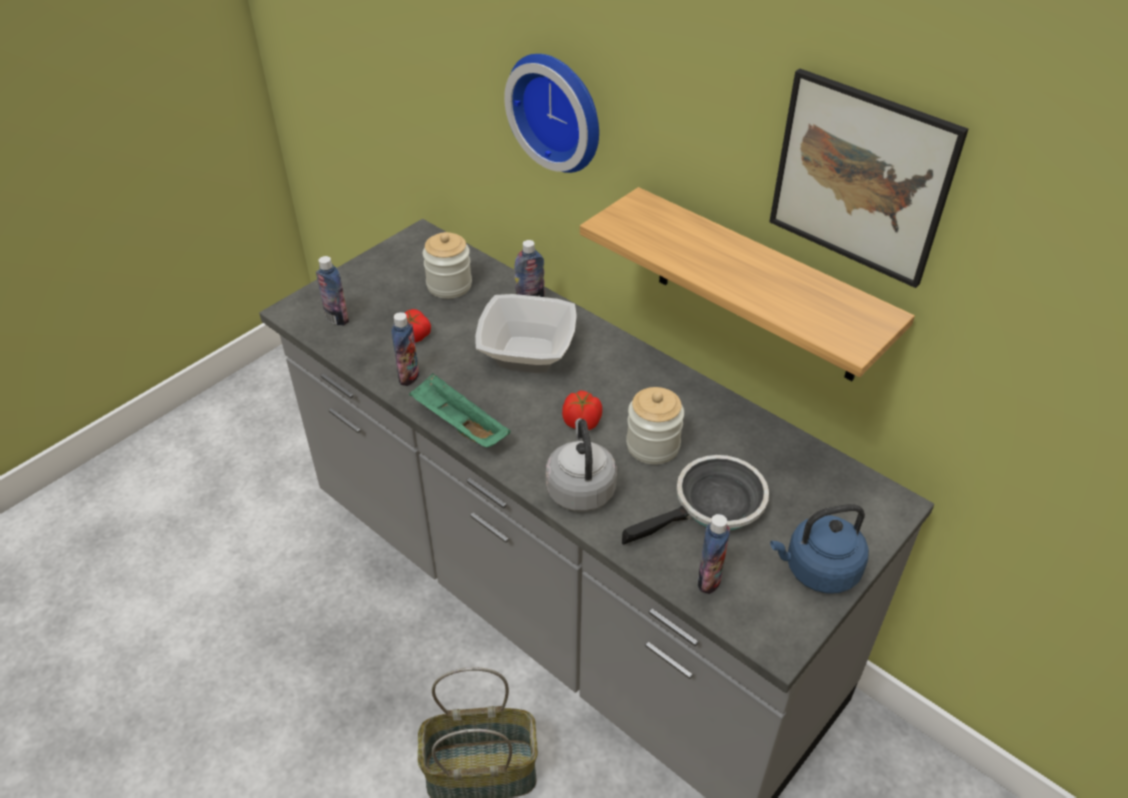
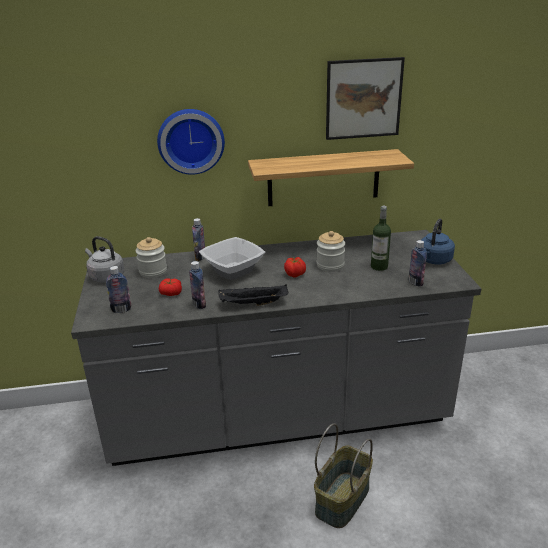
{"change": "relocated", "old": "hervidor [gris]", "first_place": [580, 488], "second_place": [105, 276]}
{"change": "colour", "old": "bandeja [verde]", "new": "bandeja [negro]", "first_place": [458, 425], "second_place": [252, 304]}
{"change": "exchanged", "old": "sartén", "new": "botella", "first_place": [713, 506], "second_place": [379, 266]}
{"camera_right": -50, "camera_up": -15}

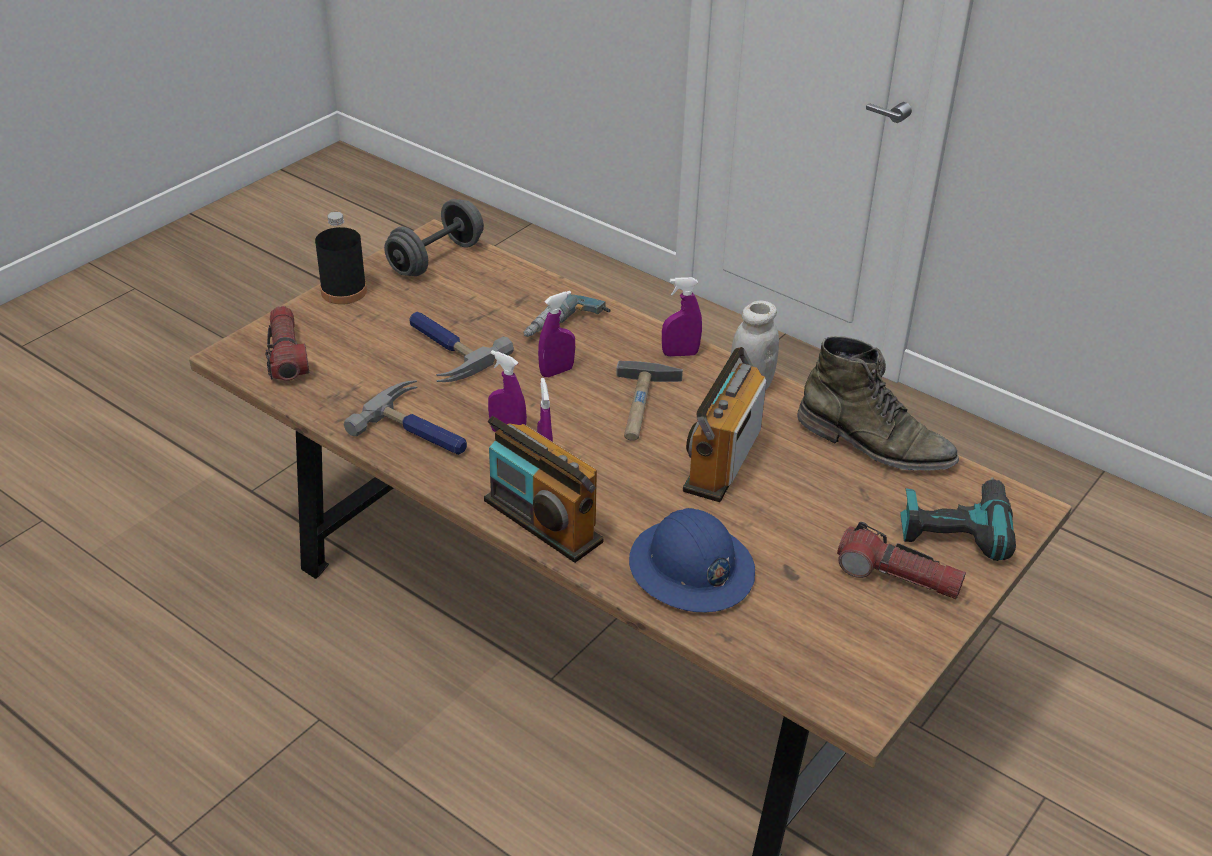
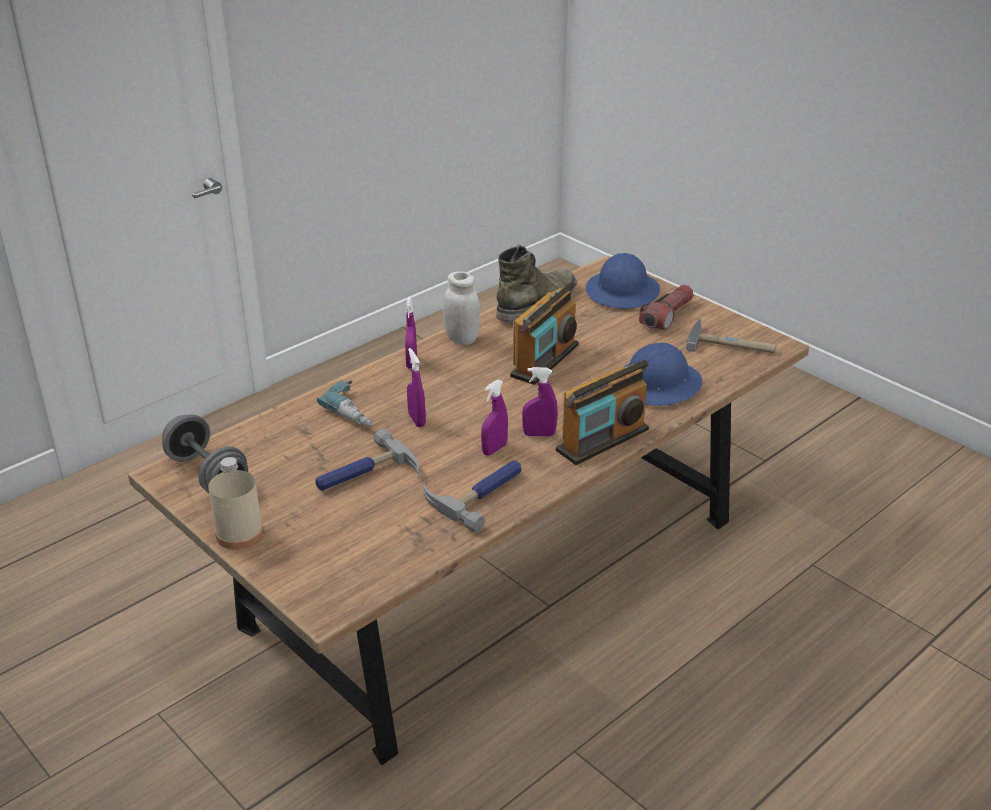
{"change": "colour", "old": "botella [negro]", "new": "botella [beis]", "first_place": [344, 291], "second_place": [239, 534]}
{"change": "spun", "old": "radio", "first_place": [721, 460], "second_place": [545, 361], "degrees": -90}
{"change": "exchanged", "old": "taladro", "new": "casco [azul]", "first_place": [954, 526], "second_place": [622, 291]}
{"change": "relocated", "old": "martillo", "first_place": [642, 406], "second_place": [731, 345]}
{"change": "missing", "old": "linterna", "first_place": [286, 355]}
{"camera_right": -80, "camera_up": -5}

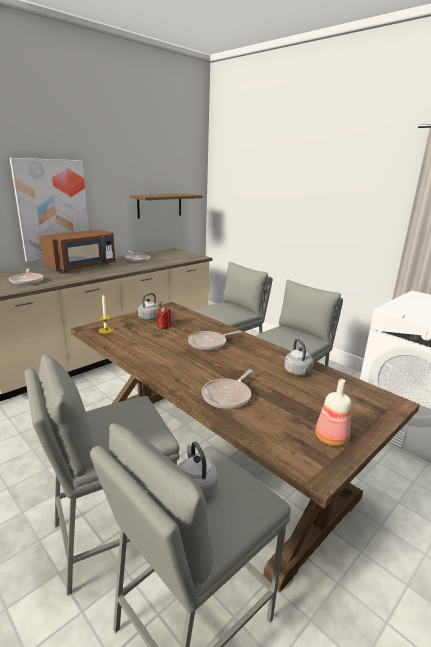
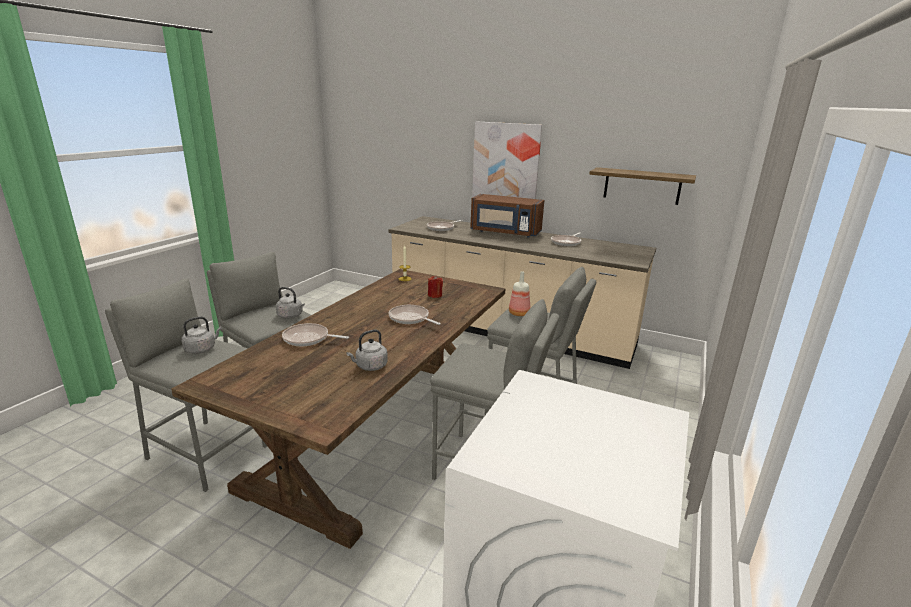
{"change": "relocated", "old": "hervidor [gris]", "first_place": [150, 317], "second_place": [291, 316]}
{"change": "relocated", "old": "botella", "first_place": [330, 438], "second_place": [518, 313]}
{"camera_right": 70, "camera_up": 0}

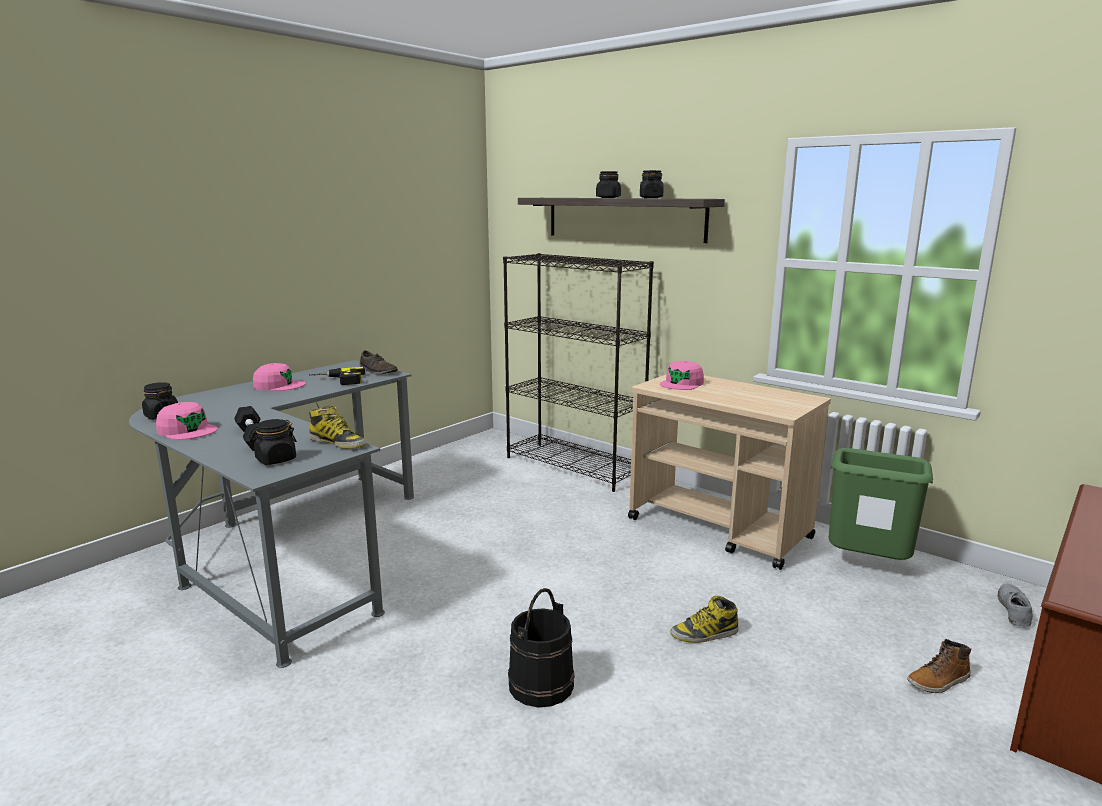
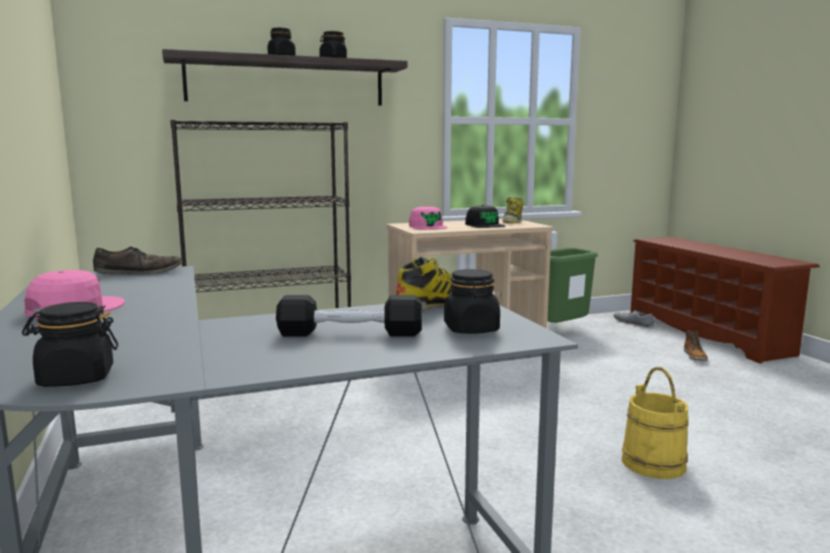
{"change": "appeared", "new": "gorra [negro]", "second_place": [485, 225]}
{"change": "relocated", "old": "bota", "first_place": [704, 634], "second_place": [512, 221]}
{"change": "colour", "old": "cubo [negro]", "new": "cubo [amarillo]", "first_place": [541, 685], "second_place": [654, 463]}
{"change": "missing", "old": "gorra [rosa]", "first_place": [187, 430]}
{"change": "missing", "old": "taladro", "first_place": [338, 381]}
{"camera_right": -60, "camera_up": -5}

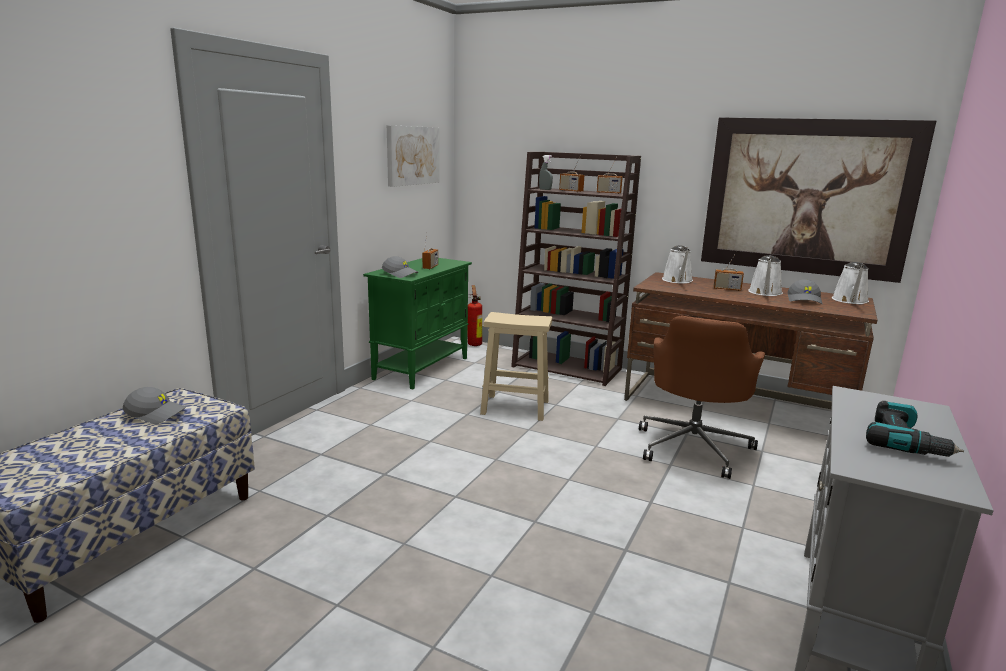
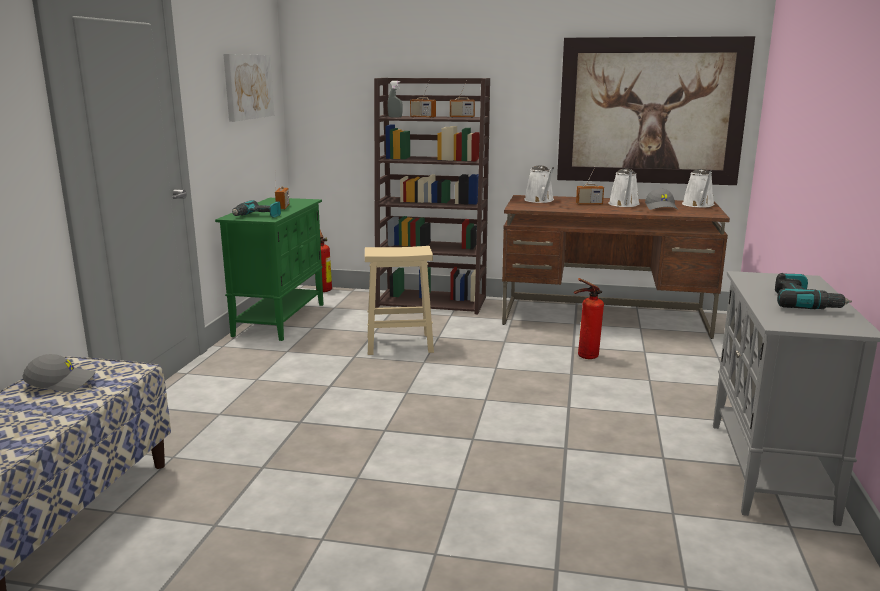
{"change": "exchanged", "old": "gorra [gris]", "new": "taladro", "first_place": [400, 274], "second_place": [257, 216]}
{"change": "exchanged", "old": "silla de oficina [marrón]", "new": "extintor", "first_place": [693, 447], "second_place": [584, 356]}
{"camera_right": -15, "camera_up": 0}

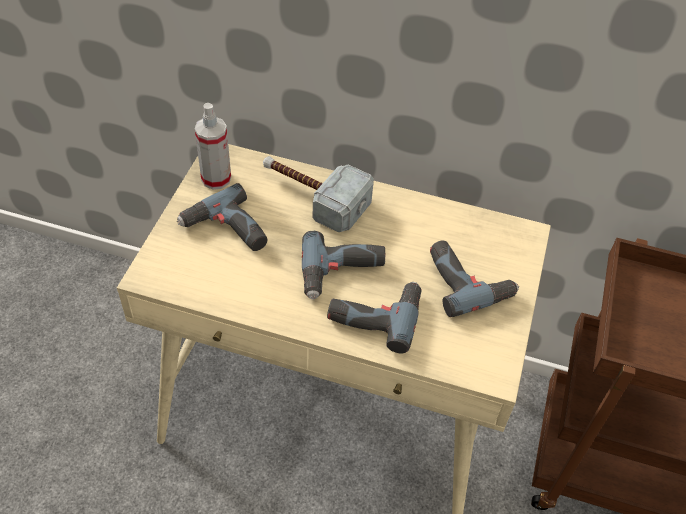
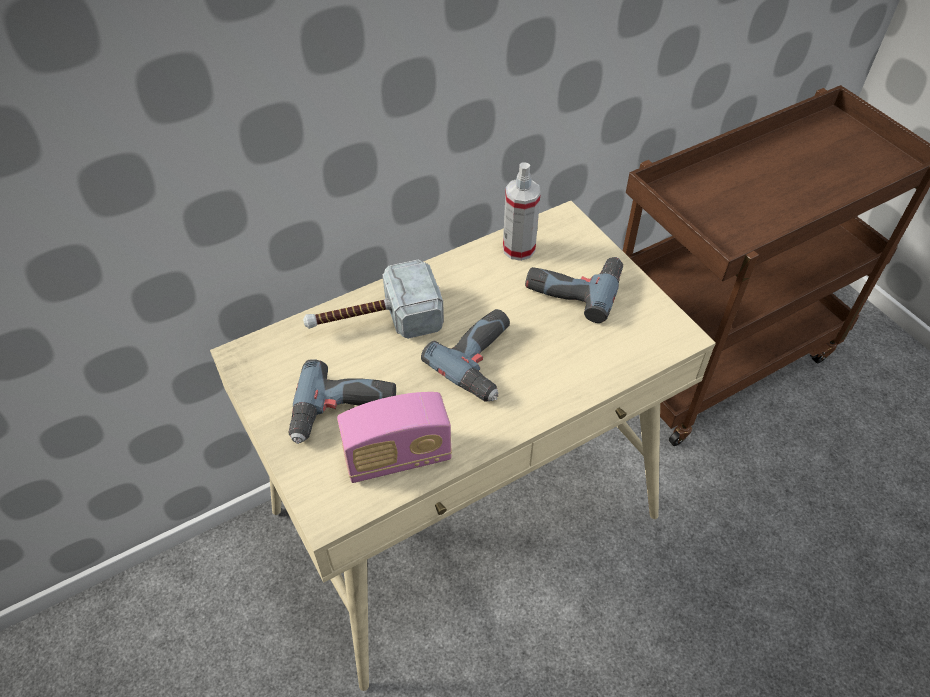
{"change": "appeared", "new": "radio", "second_place": [398, 457]}
{"change": "relocated", "old": "pulverizador", "first_place": [216, 179], "second_place": [518, 249]}
{"change": "missing", "old": "taladro", "first_place": [374, 313]}
{"camera_right": -45, "camera_up": 0}

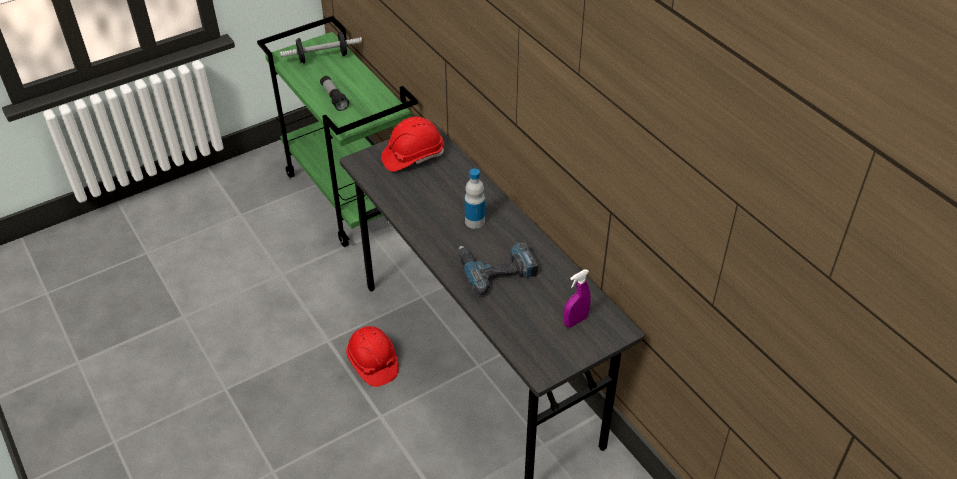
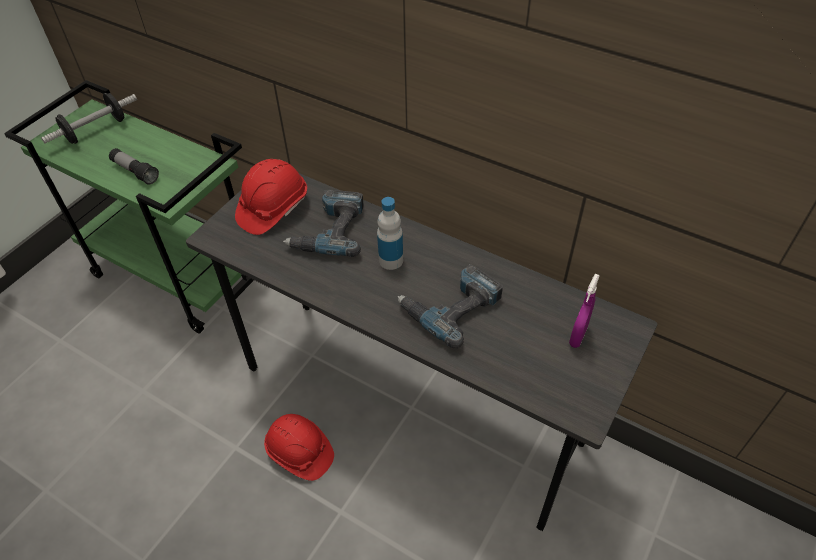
{"change": "appeared", "new": "taladro", "second_place": [329, 230]}
{"camera_right": -25, "camera_up": 5}

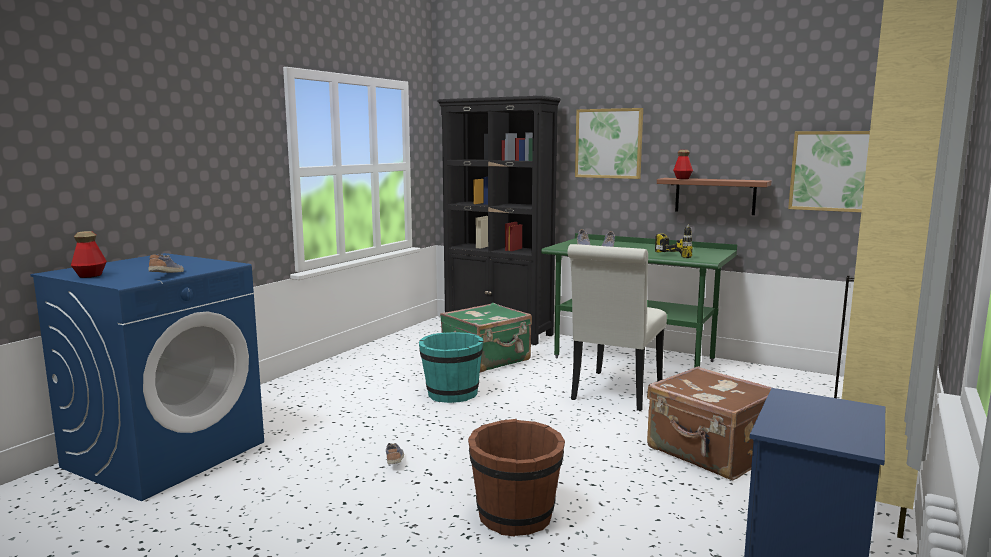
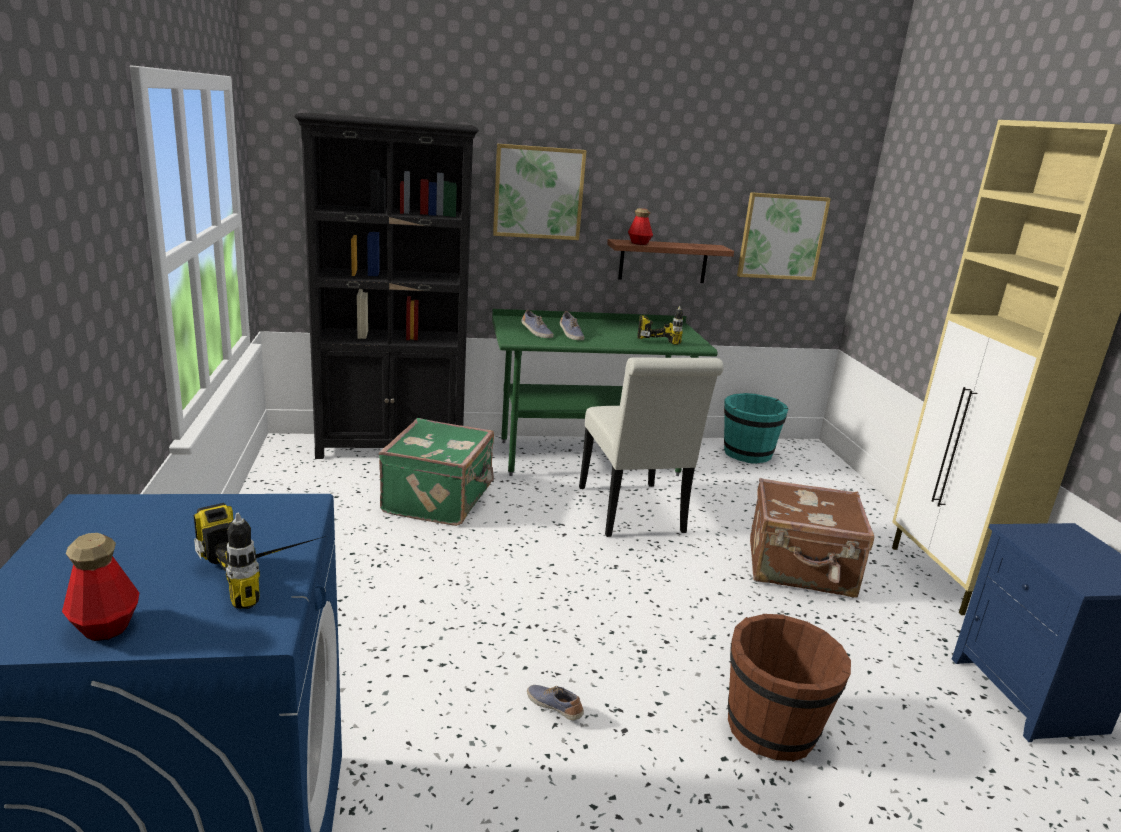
{"change": "exchanged", "old": "zapato", "new": "taladro", "first_place": [168, 275], "second_place": [271, 572]}
{"change": "relocated", "old": "cubo [turquesa]", "first_place": [451, 394], "second_place": [747, 454]}
{"camera_right": -40, "camera_up": 10}

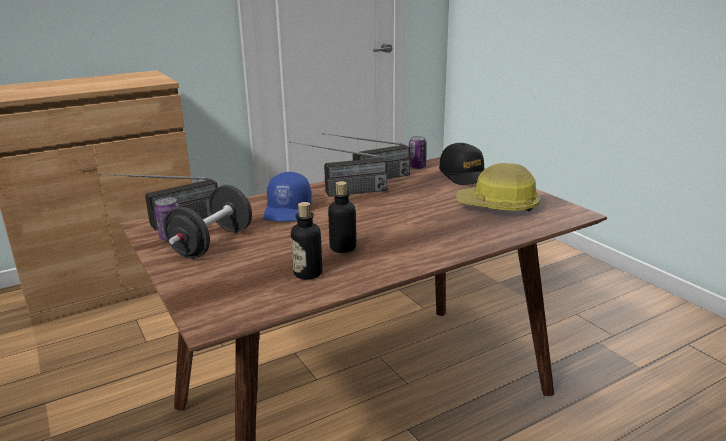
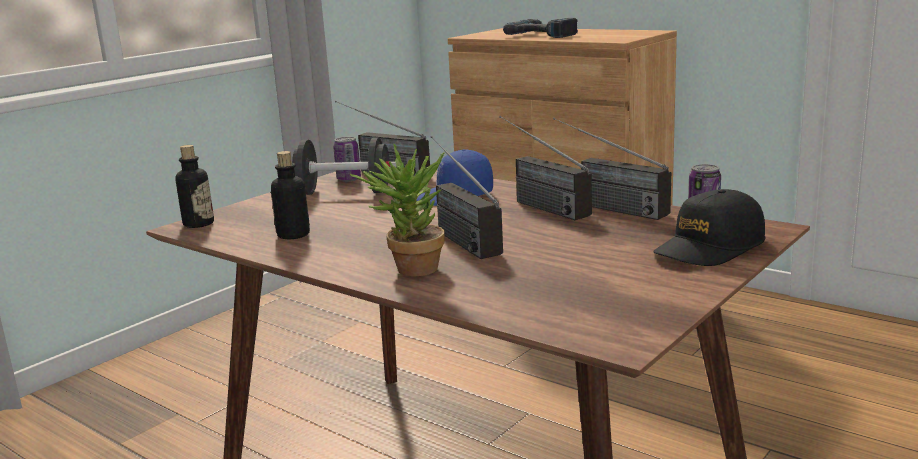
{"change": "relocated", "old": "botella", "first_place": [343, 248], "second_place": [198, 224]}
{"change": "appeared", "new": "planta en maceta", "second_place": [408, 269]}
{"change": "appeared", "new": "radio", "second_place": [455, 236]}
{"change": "appeared", "new": "taladro", "second_place": [544, 35]}
{"change": "missing", "old": "casco", "first_place": [498, 206]}
{"camera_right": 70, "camera_up": -5}

